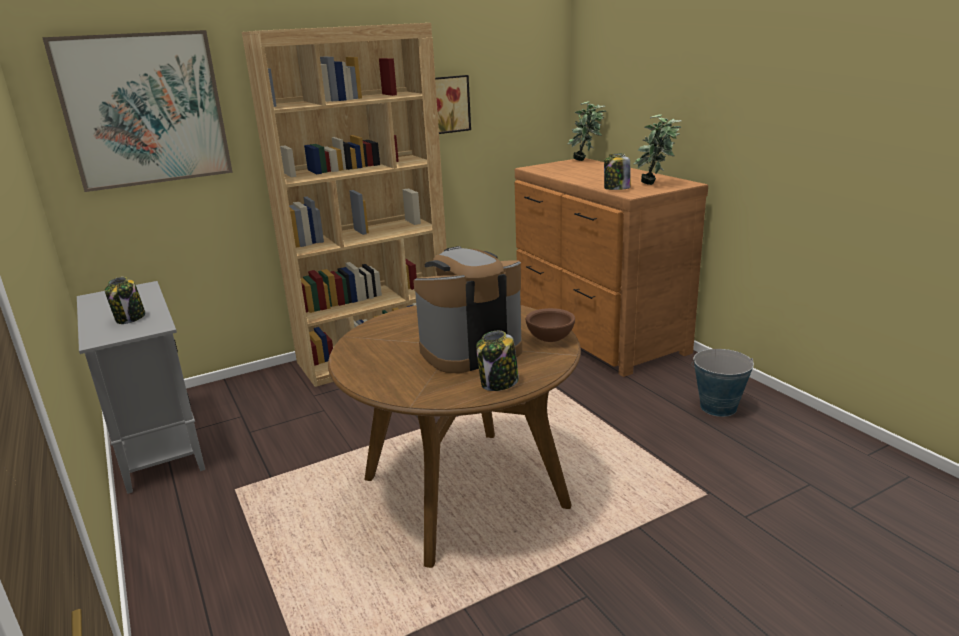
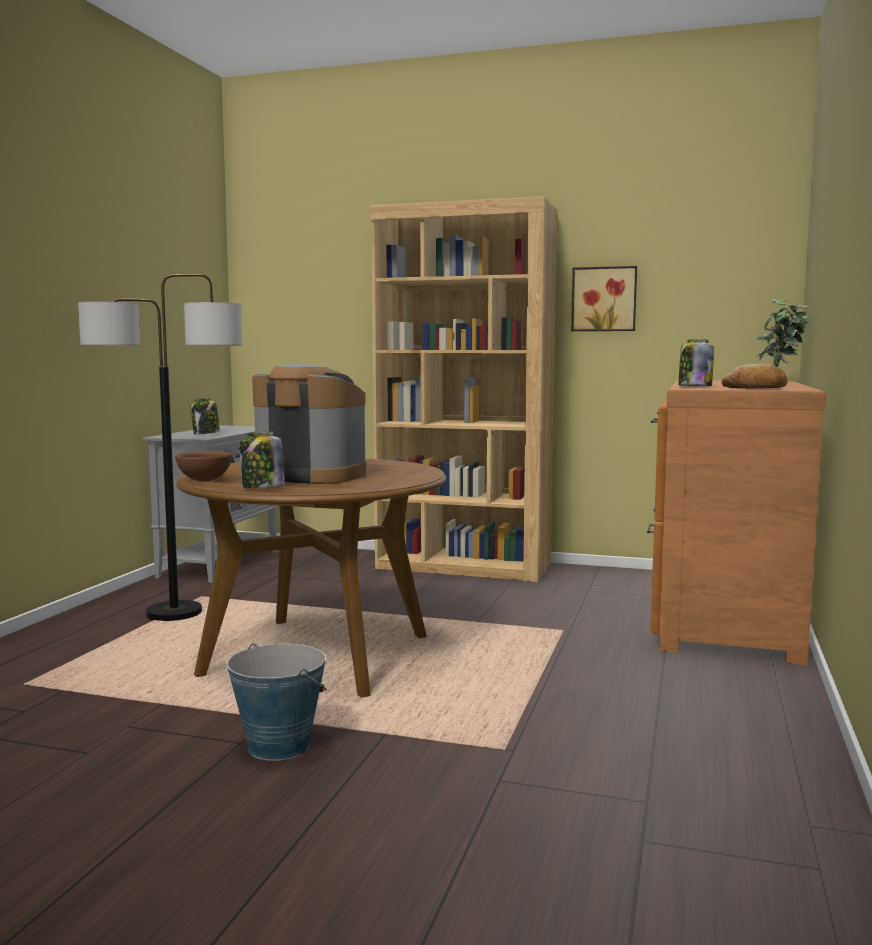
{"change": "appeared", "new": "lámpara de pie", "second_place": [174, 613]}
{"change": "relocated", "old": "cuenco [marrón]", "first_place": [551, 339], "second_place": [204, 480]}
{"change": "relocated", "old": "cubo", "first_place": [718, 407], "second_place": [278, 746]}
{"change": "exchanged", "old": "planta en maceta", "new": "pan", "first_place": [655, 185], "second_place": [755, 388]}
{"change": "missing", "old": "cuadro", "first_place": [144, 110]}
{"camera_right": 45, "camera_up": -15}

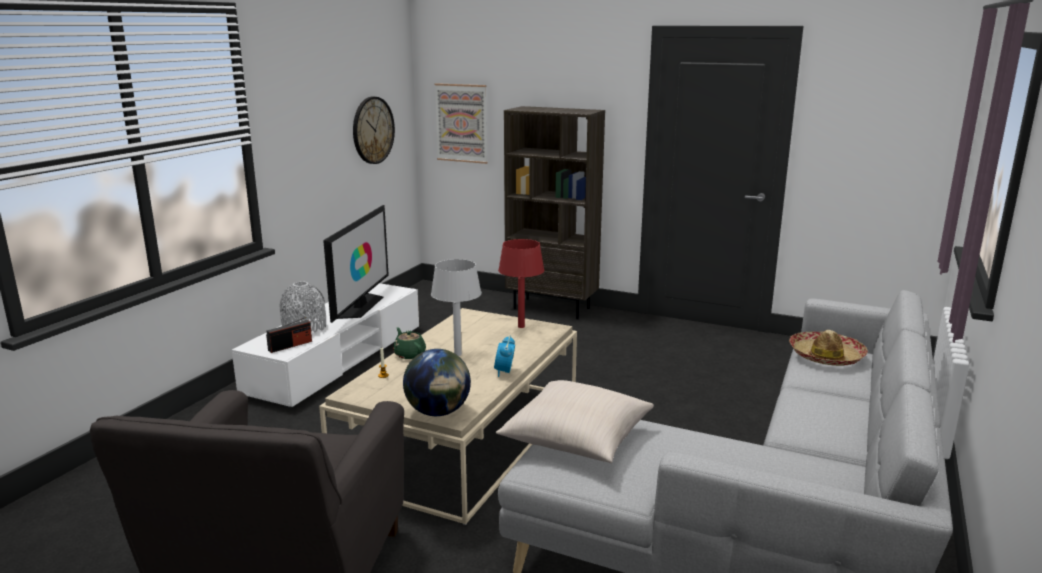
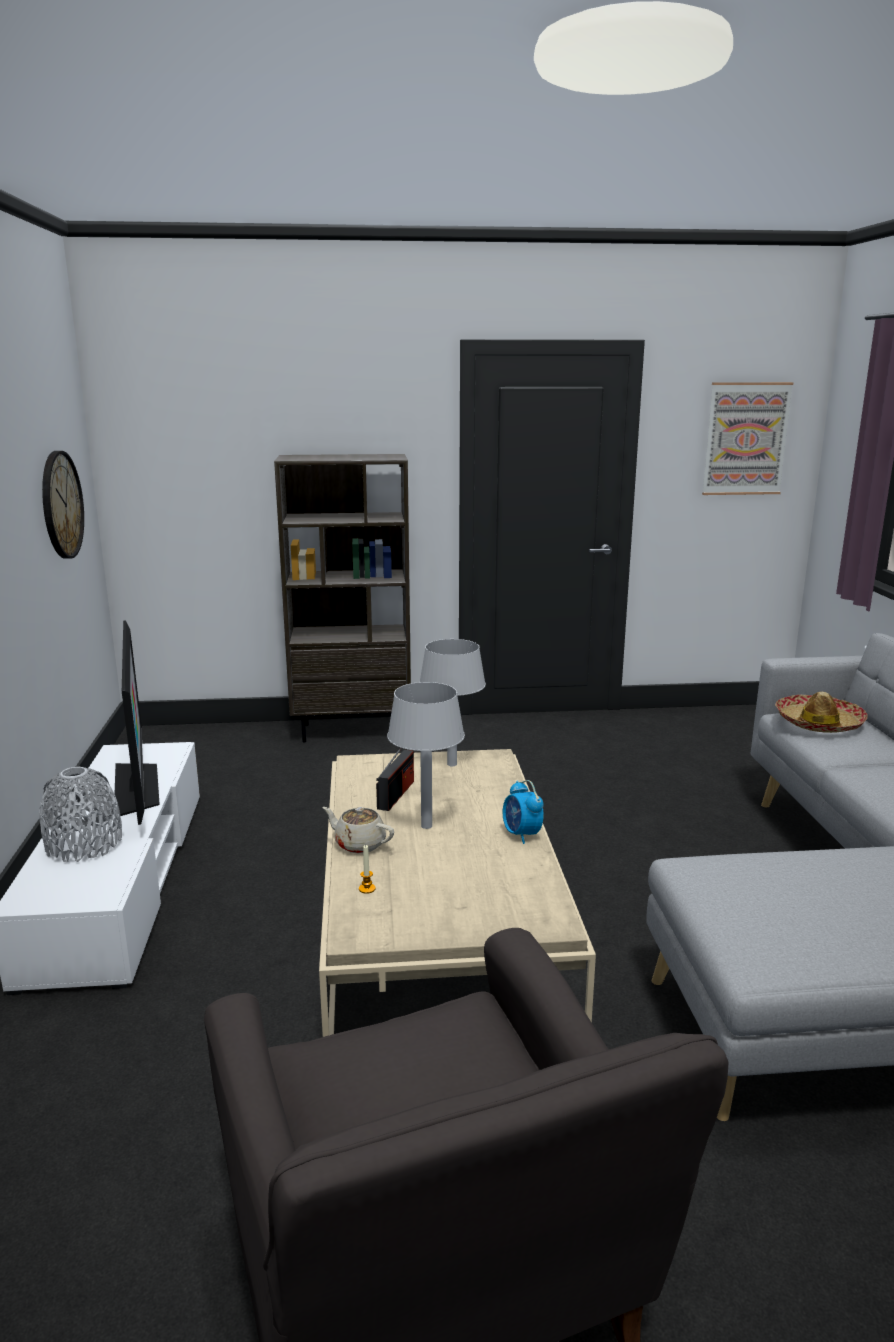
{"change": "colour", "old": "tetera [verde]", "new": "tetera [beis]", "first_place": [409, 354], "second_place": [359, 844]}
{"change": "relocated", "old": "radio", "first_place": [290, 346], "second_place": [396, 794]}
{"change": "colour", "old": "lámpara de mesa [rojo]", "new": "lámpara de mesa [gris]", "first_place": [521, 326], "second_place": [452, 764]}
{"change": "relocated", "old": "cuadro", "first_place": [461, 123], "second_place": [745, 439]}
{"change": "missing", "old": "globo terráqueo", "first_place": [438, 412]}
{"change": "missing", "old": "cojín [beis]", "first_place": [577, 438]}
{"camera_right": -30, "camera_up": 0}

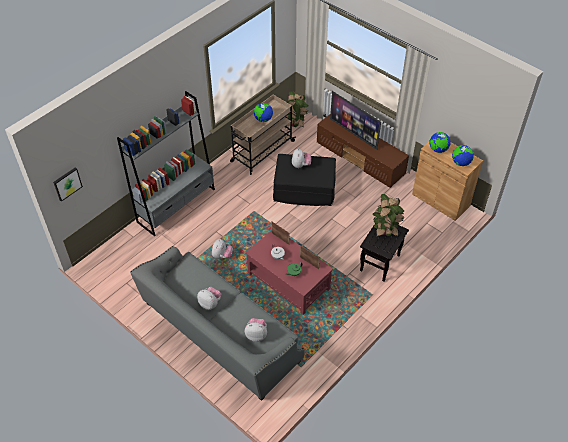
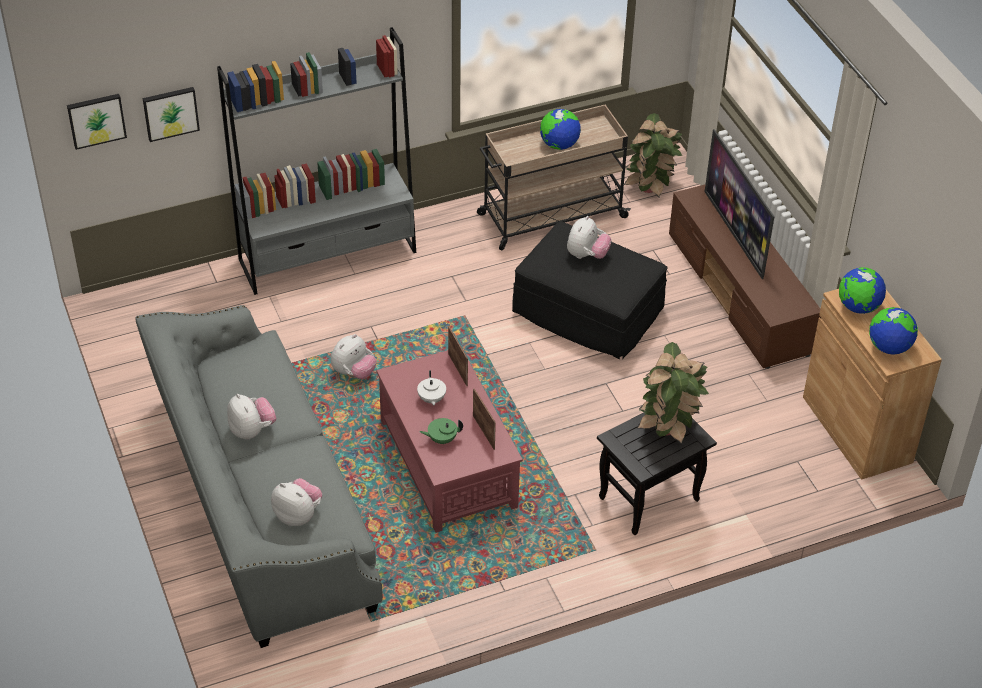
{"change": "appeared", "new": "cuadro", "second_place": [170, 113]}
{"camera_right": 25, "camera_up": -5}

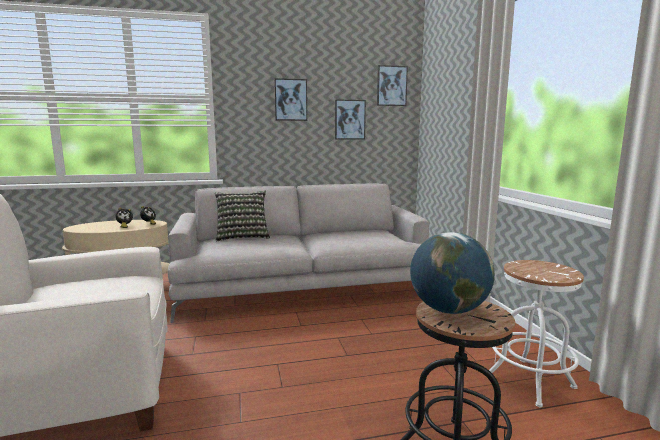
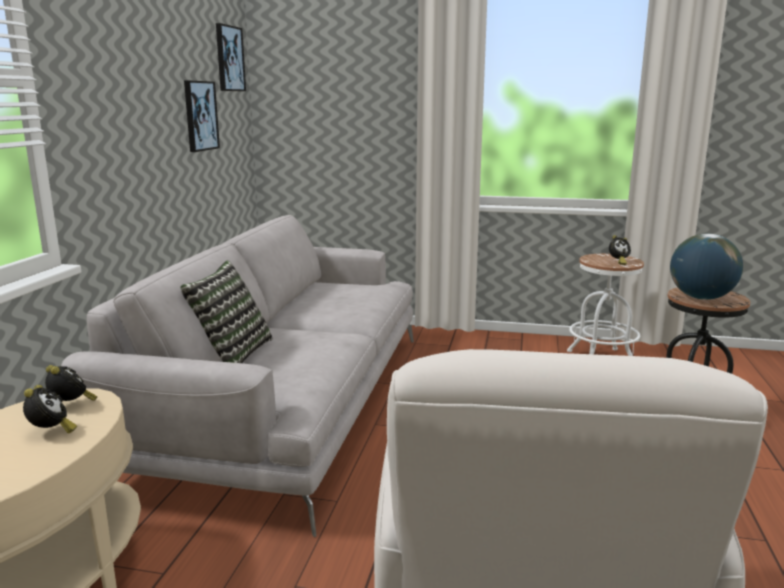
{"change": "appeared", "new": "despertador", "second_place": [618, 262]}
{"change": "missing", "old": "cuadro", "first_place": [290, 100]}
{"camera_right": -65, "camera_up": 5}

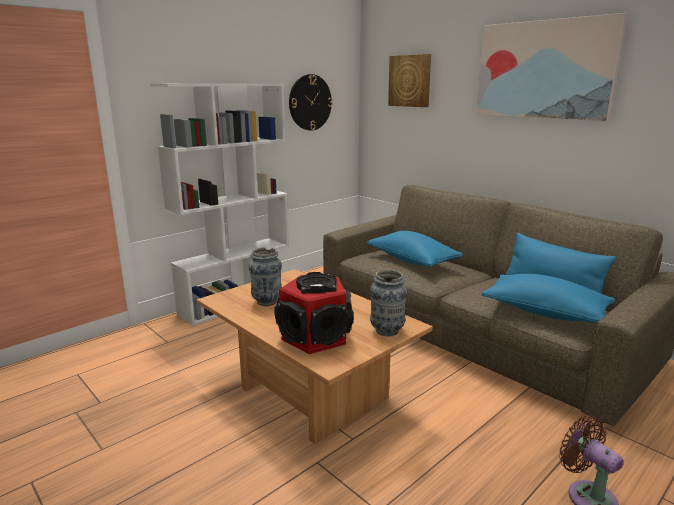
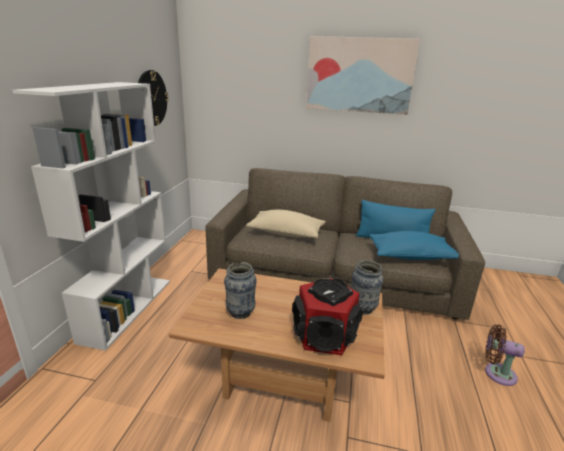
{"change": "colour", "old": "cojín [azul]", "new": "cojín [beis]", "first_place": [412, 260], "second_place": [286, 233]}
{"change": "missing", "old": "cuadro", "first_place": [410, 81]}
{"camera_right": -35, "camera_up": 5}

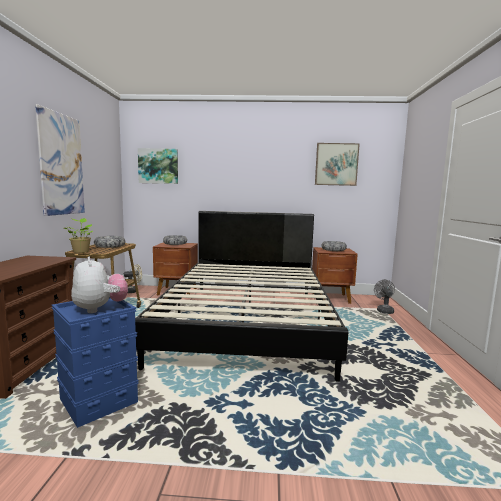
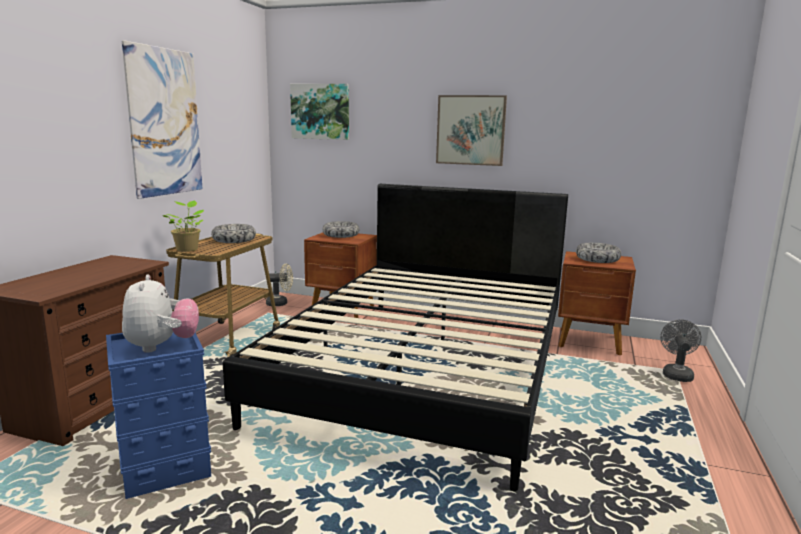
{"change": "relocated", "old": "cuadro", "first_place": [336, 164], "second_place": [470, 130]}
{"camera_right": 15, "camera_up": 5}

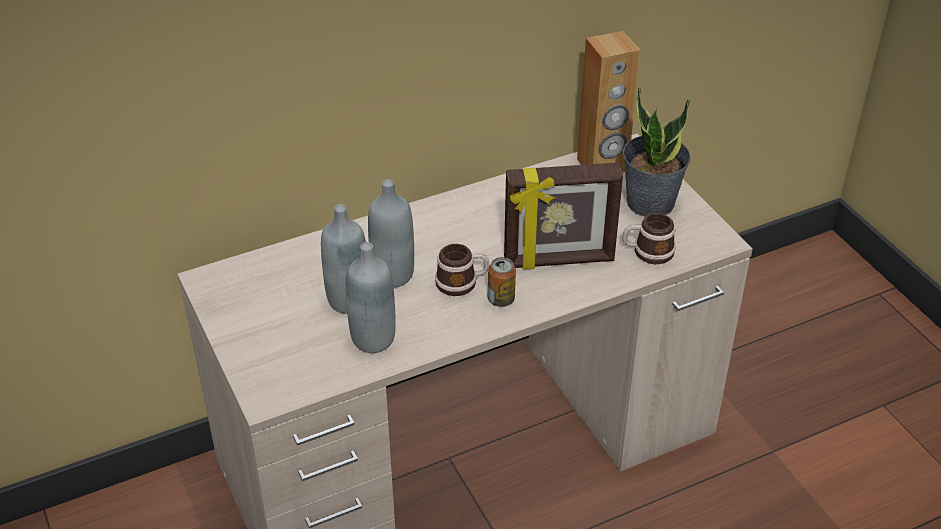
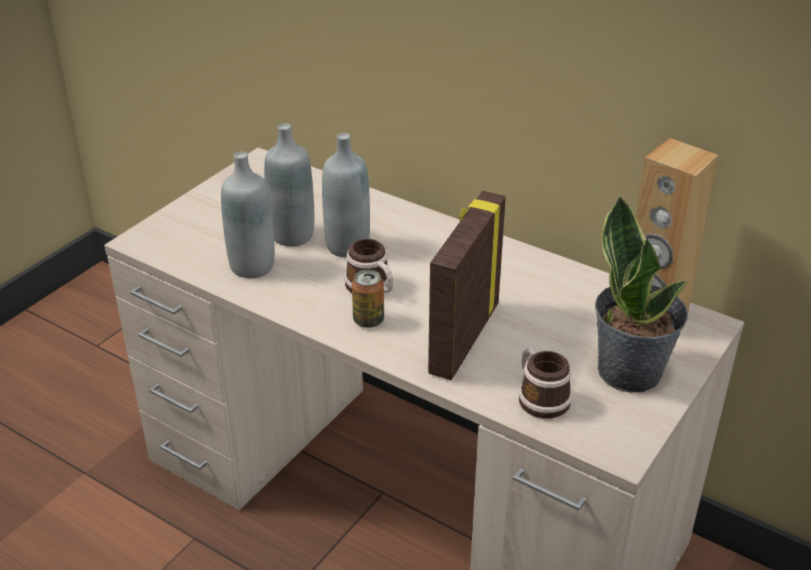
{"change": "spun", "old": "portarretratos", "first_place": [559, 261], "second_place": [462, 338], "degrees": 60}
{"camera_right": 60, "camera_up": -5}

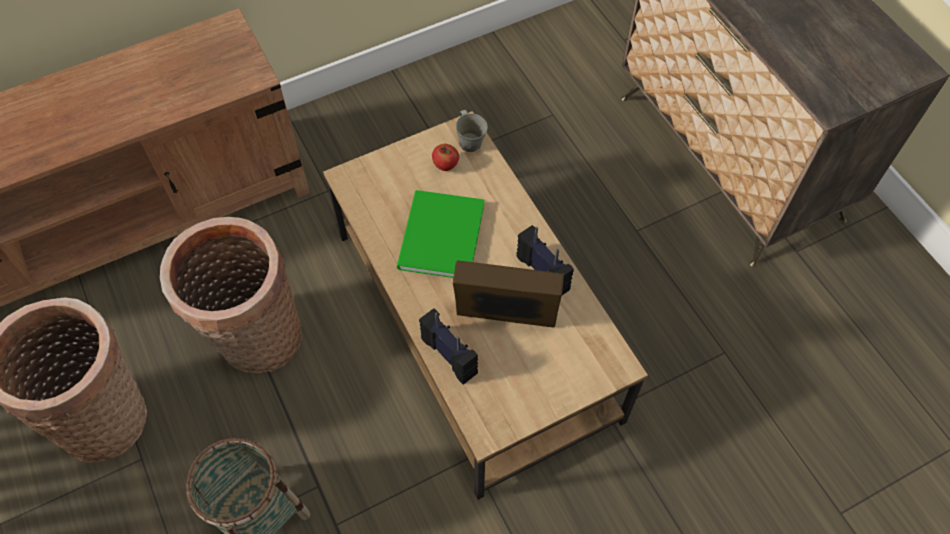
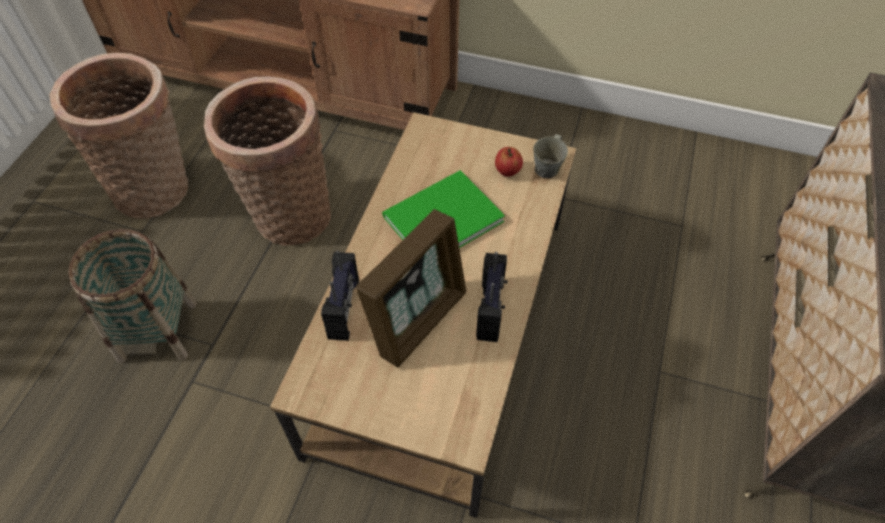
{"change": "spun", "old": "portarretratos", "first_place": [505, 319], "second_place": [418, 319], "degrees": 75}
{"camera_right": 45, "camera_up": -5}

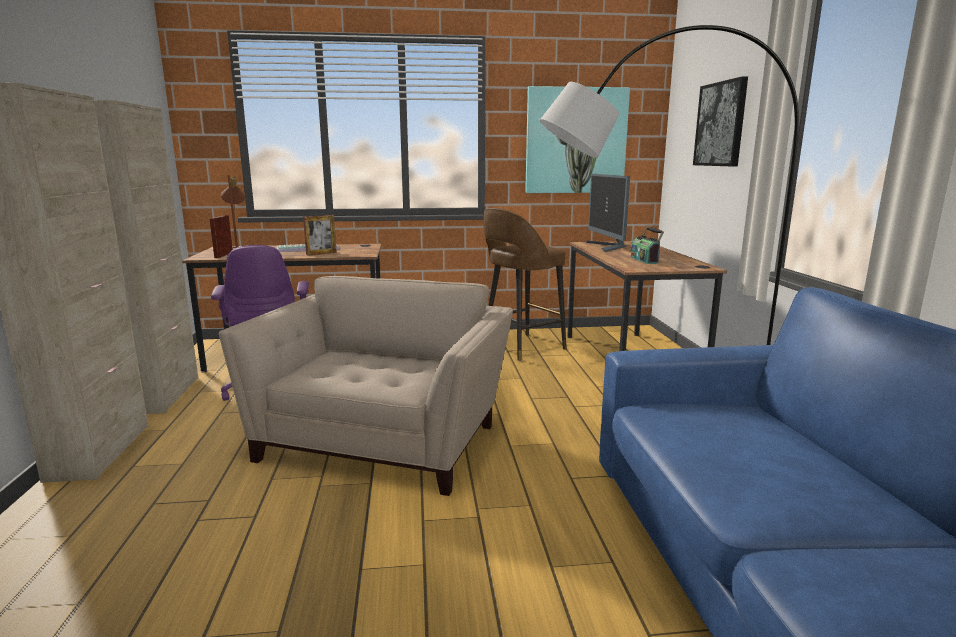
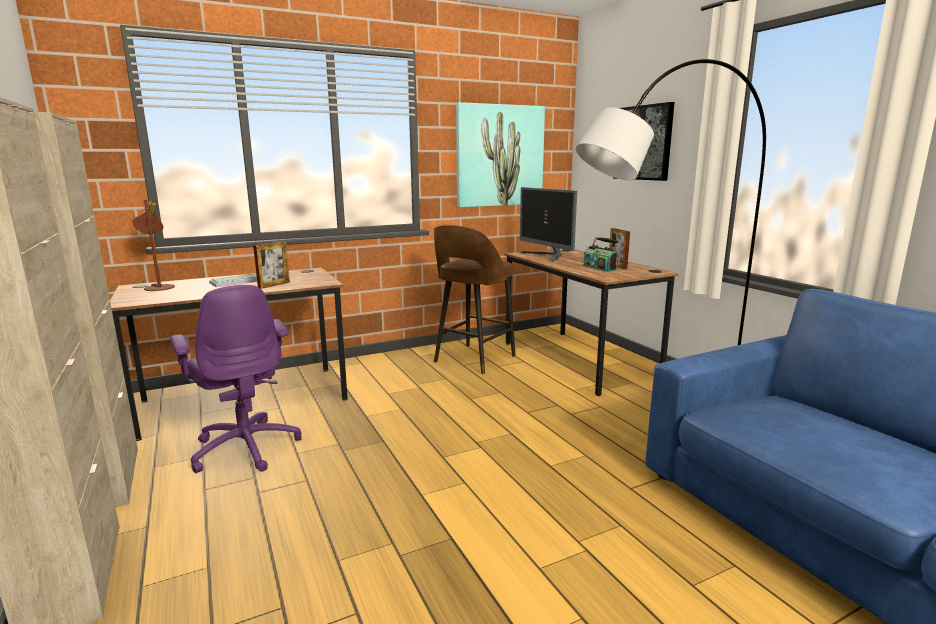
{"change": "relocated", "old": "portarretratos", "first_place": [223, 255], "second_place": [617, 266]}
{"change": "missing", "old": "sillón [beis]", "first_place": [383, 439]}
{"camera_right": -20, "camera_up": 0}

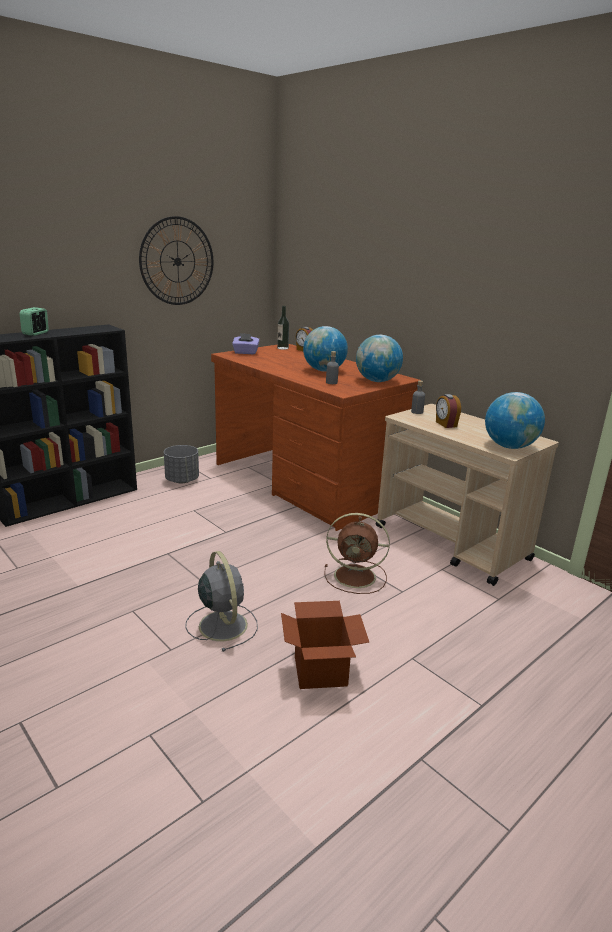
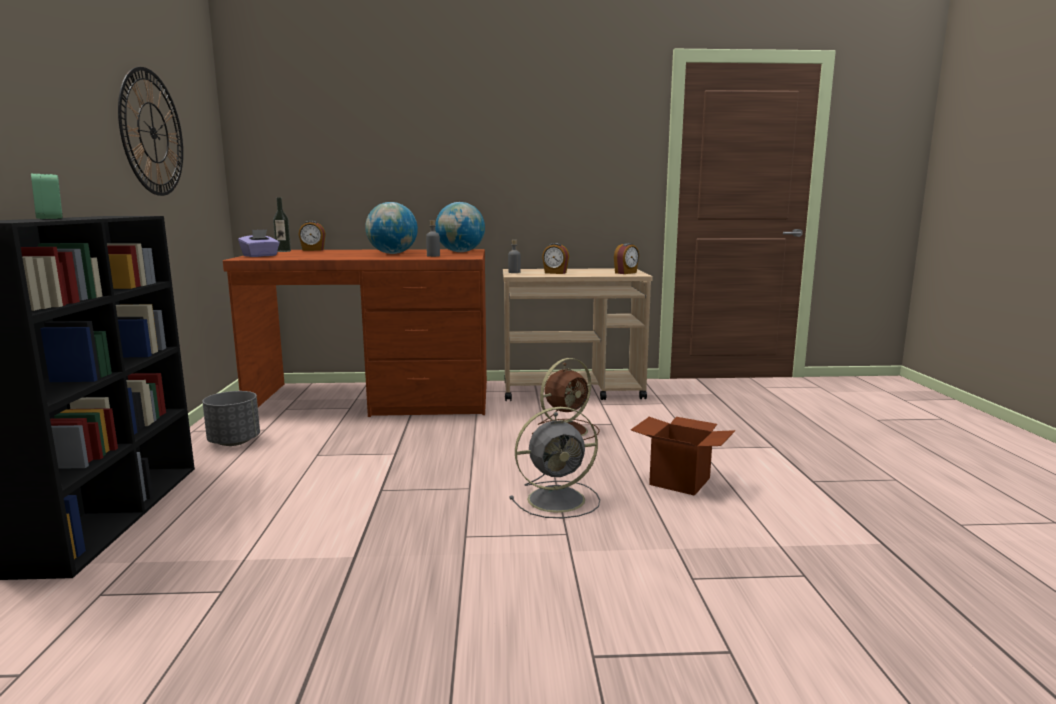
{"change": "spun", "old": "ventilador [gris]", "first_place": [222, 624], "second_place": [558, 499], "degrees": 150}
{"change": "exchanged", "old": "globo terráqueo", "new": "despertador", "first_place": [509, 446], "second_place": [626, 273]}
{"camera_right": -50, "camera_up": -10}

